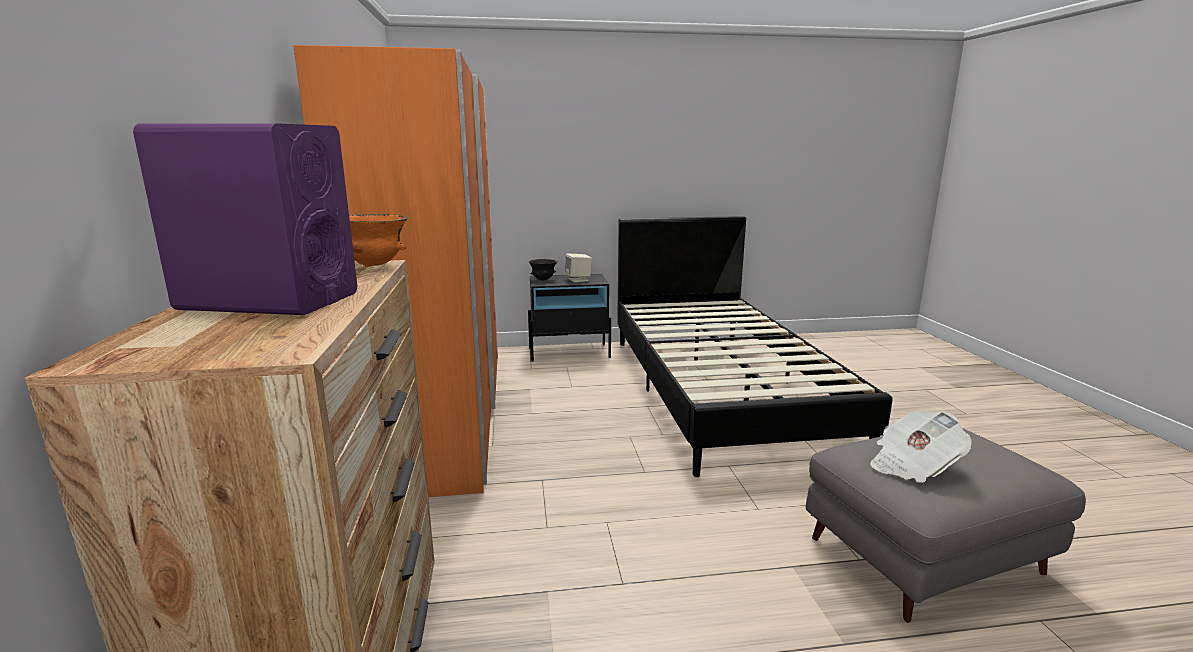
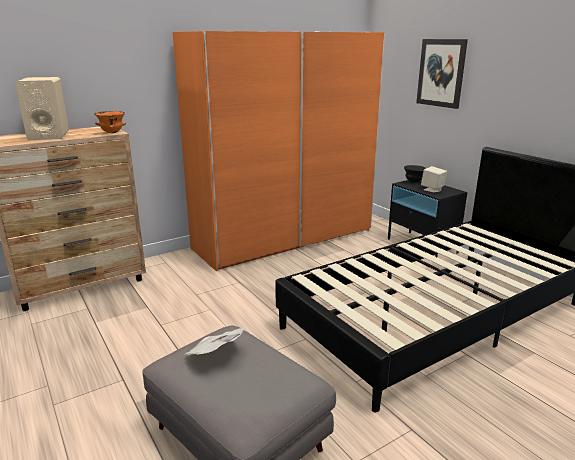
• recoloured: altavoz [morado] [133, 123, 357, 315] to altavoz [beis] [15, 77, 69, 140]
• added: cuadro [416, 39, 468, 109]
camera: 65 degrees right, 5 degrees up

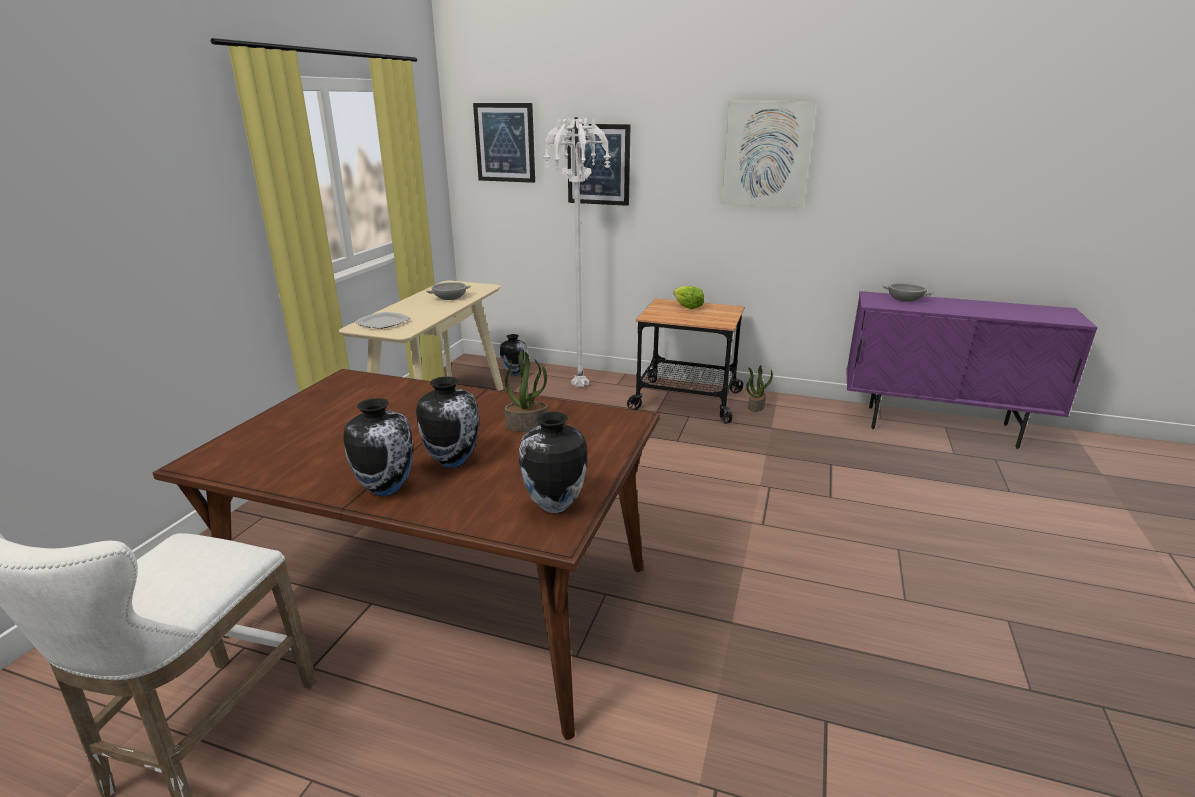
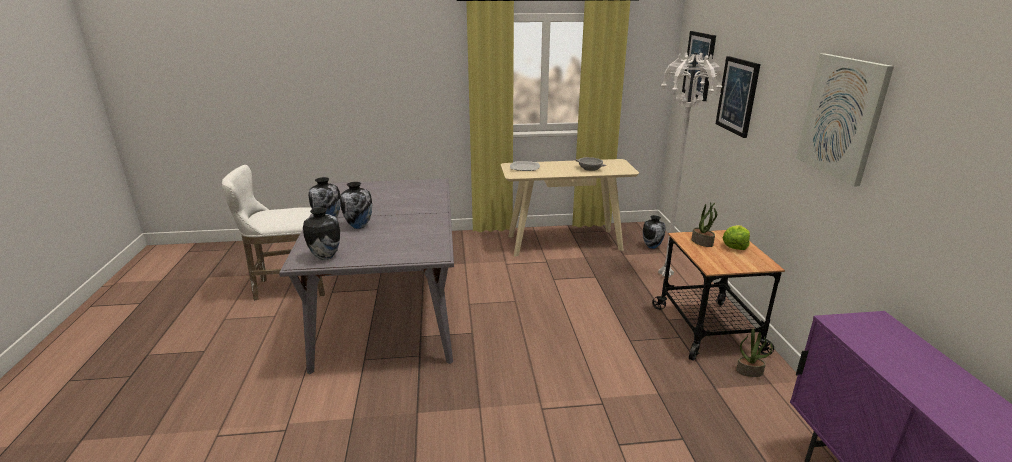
• recoloured: mesa de comedor [marrón] [153, 369, 660, 740] to mesa de comedor [gris] [279, 179, 454, 374]
• moved: planta en maceta [505, 351, 548, 432] to [691, 202, 717, 247]
• removed: cuenco [gris] [882, 283, 933, 302]
camera: 65 degrees right, 0 degrees up

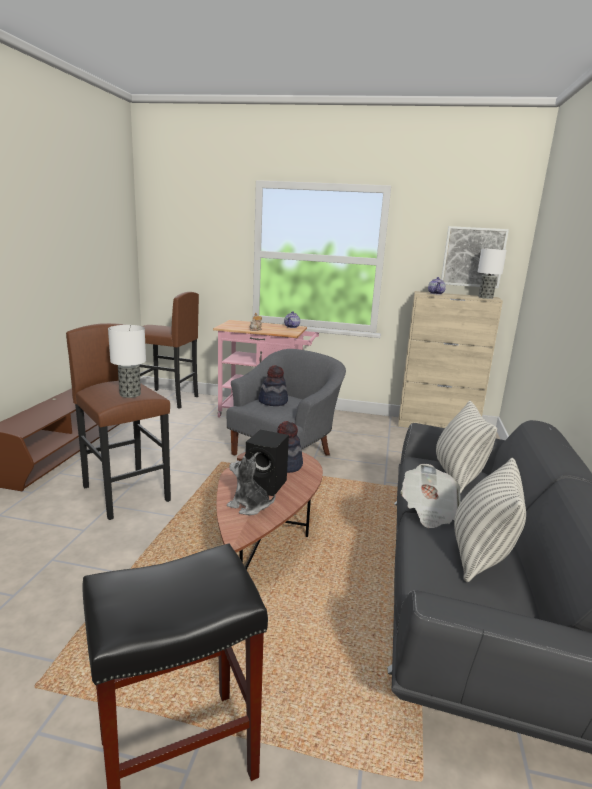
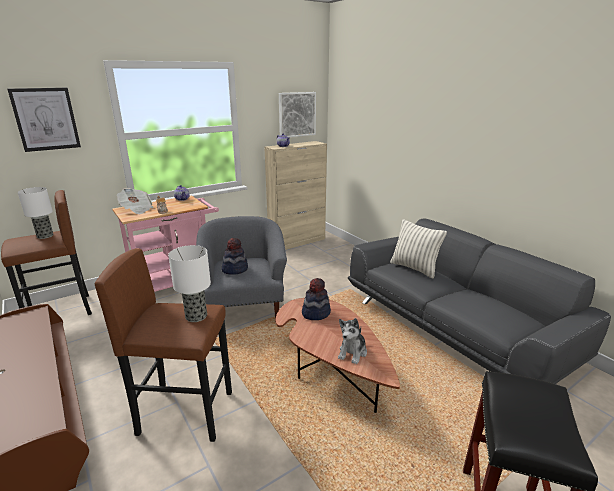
• added: cuadro [7, 88, 81, 152]
• moved: lámpara de mesa [478, 248, 507, 299] to [18, 187, 53, 239]
• moved: periódico [401, 464, 461, 528] to [117, 188, 153, 214]
• turned: peluche [227, 455, 275, 515] = [338, 318, 367, 364] 45 degrees counterclockwise
• removed: altavoz [negro] [244, 430, 289, 496]
• removed: cojín [454, 458, 526, 582]
camera: 45 degrees left, 5 degrees up

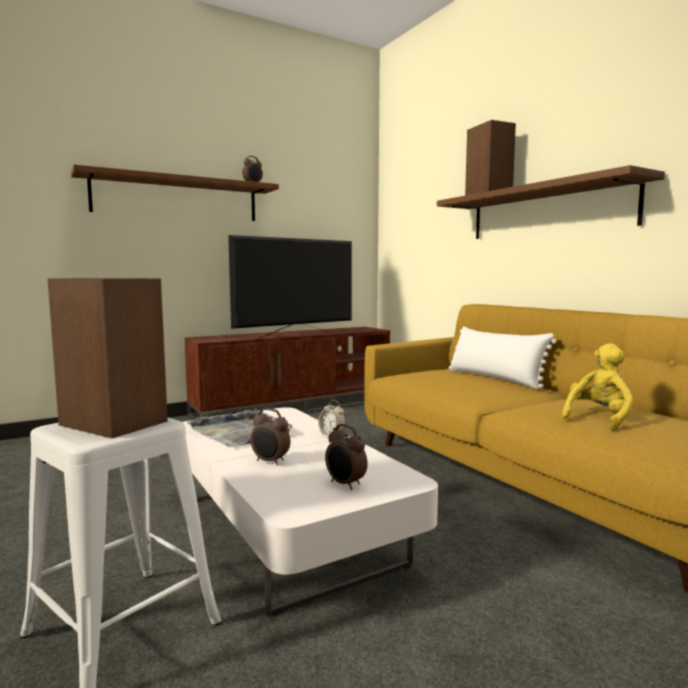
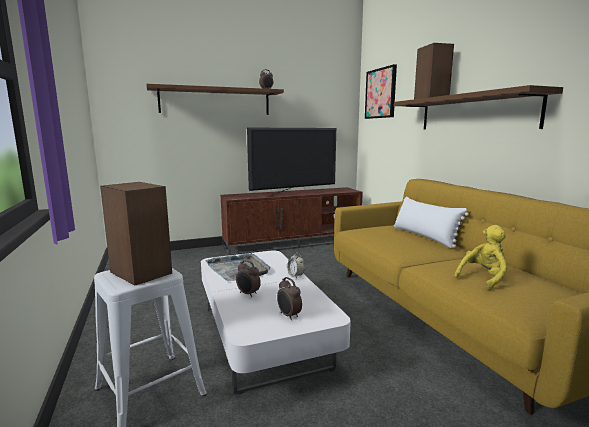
• added: cuadro [365, 64, 397, 119]
camera: 10 degrees right, 5 degrees up

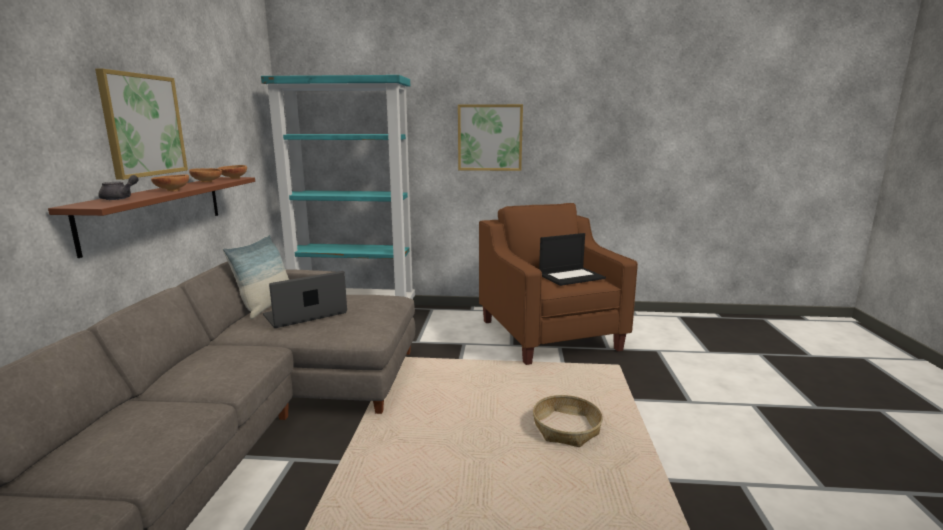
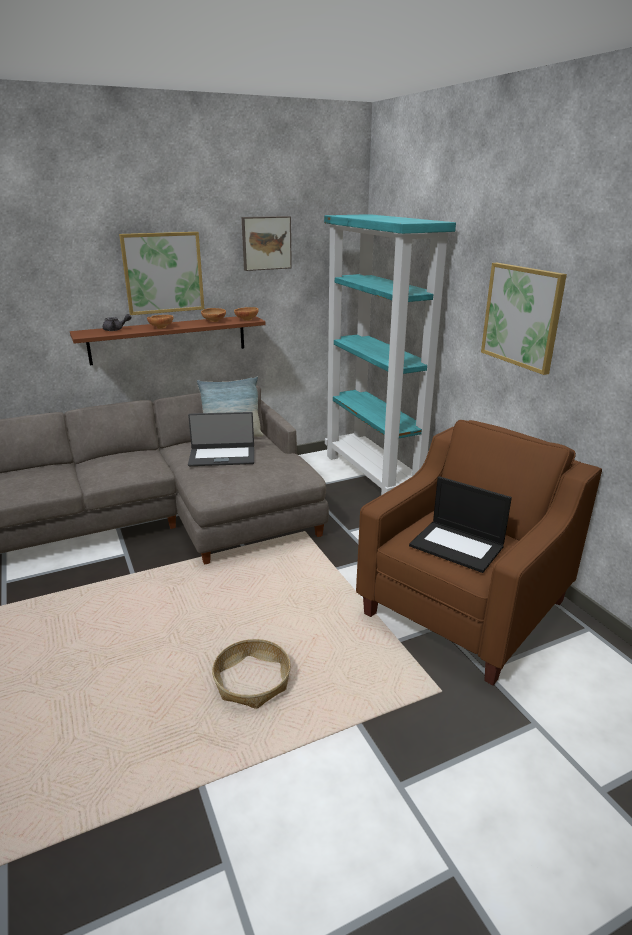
• turned: portátil [263, 271, 347, 328] = [188, 412, 254, 466] 150 degrees clockwise
• added: cuadro [242, 216, 292, 271]
camera: 60 degrees right, 10 degrees up

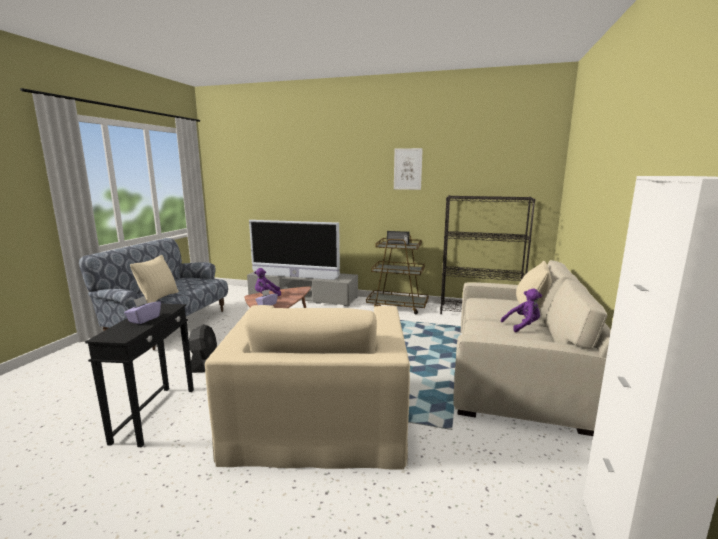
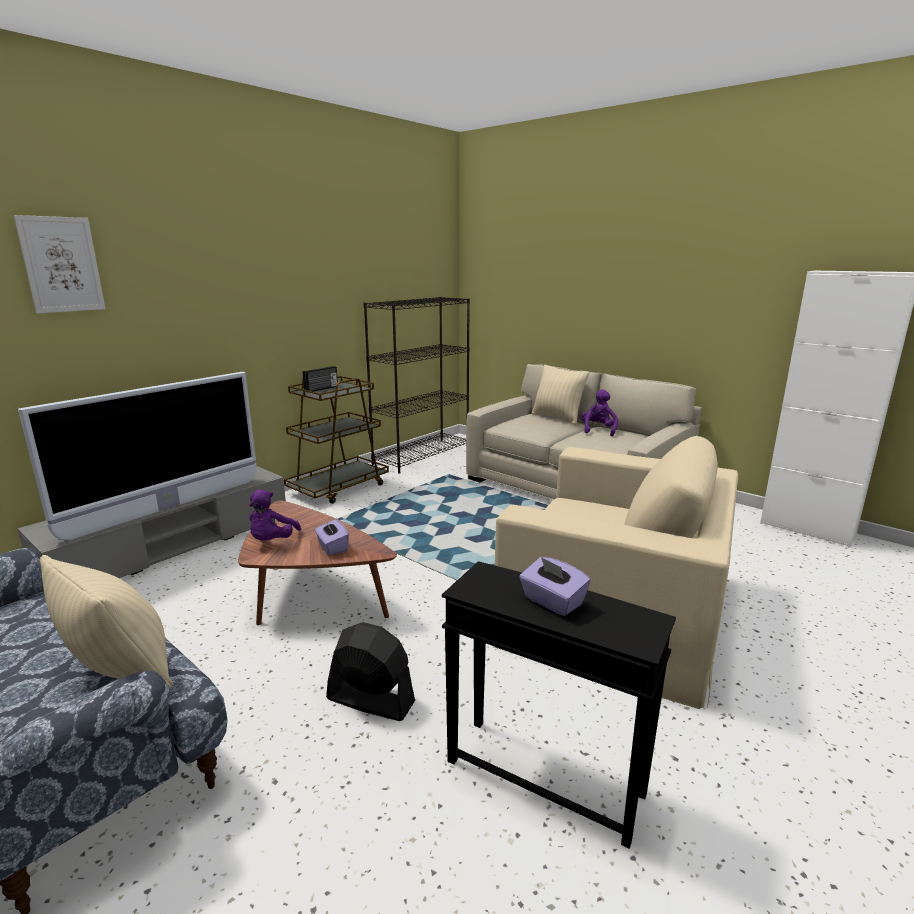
• moved: cuadro [394, 148, 423, 190] to [14, 215, 105, 314]
camera: 65 degrees left, 5 degrees up

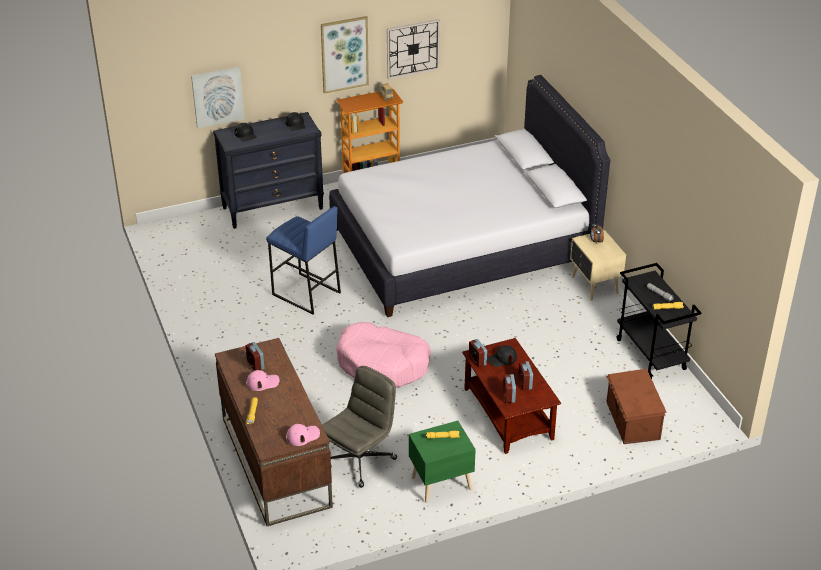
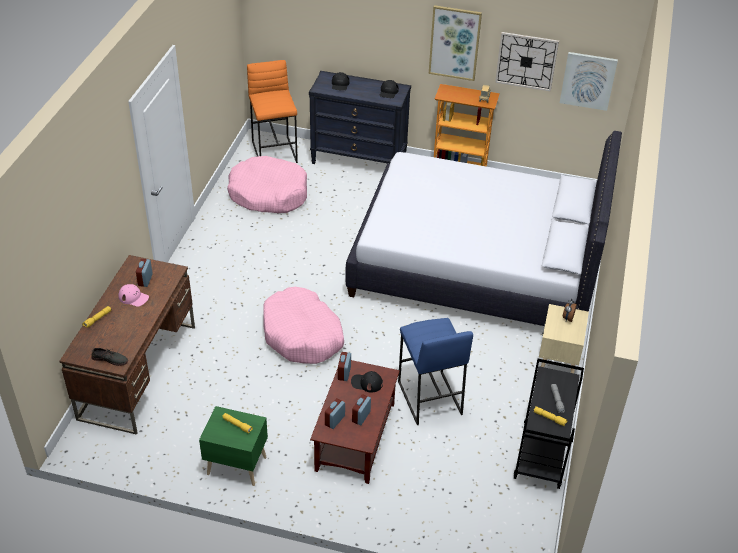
• replaced: gorra [rosa] [286, 424, 320, 446] to zapato [gris] [91, 348, 128, 366]
• added: cama para perro [rosa] [227, 156, 307, 213]
• added: taburete [naranja] [247, 60, 298, 163]
• moved: taburete [azul] [266, 206, 341, 315] to [398, 318, 473, 425]
• moved: cuadro [191, 67, 245, 128] to [560, 52, 618, 111]
• removed: silla de oficina [gris] [322, 366, 397, 488]
• removed: caja de almacenaje [marrón] [606, 369, 666, 444]
camera: 35 degrees right, 5 degrees up

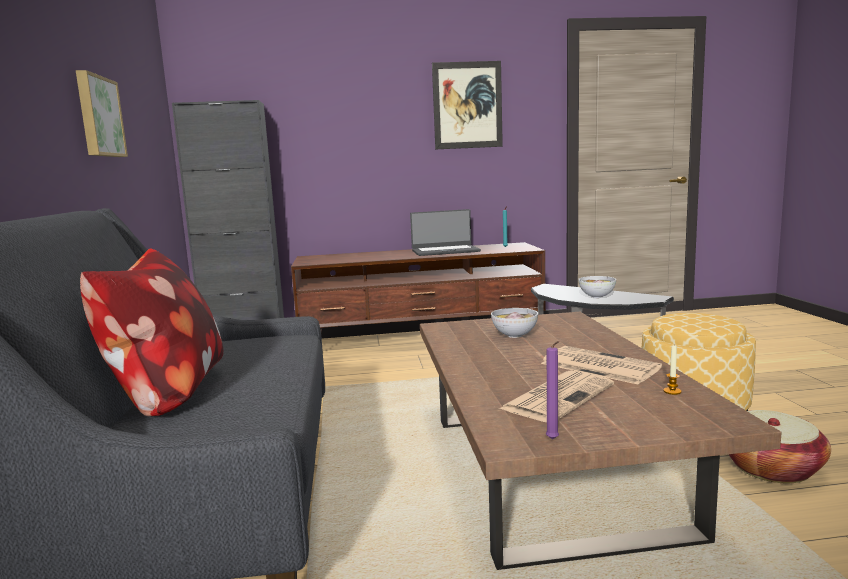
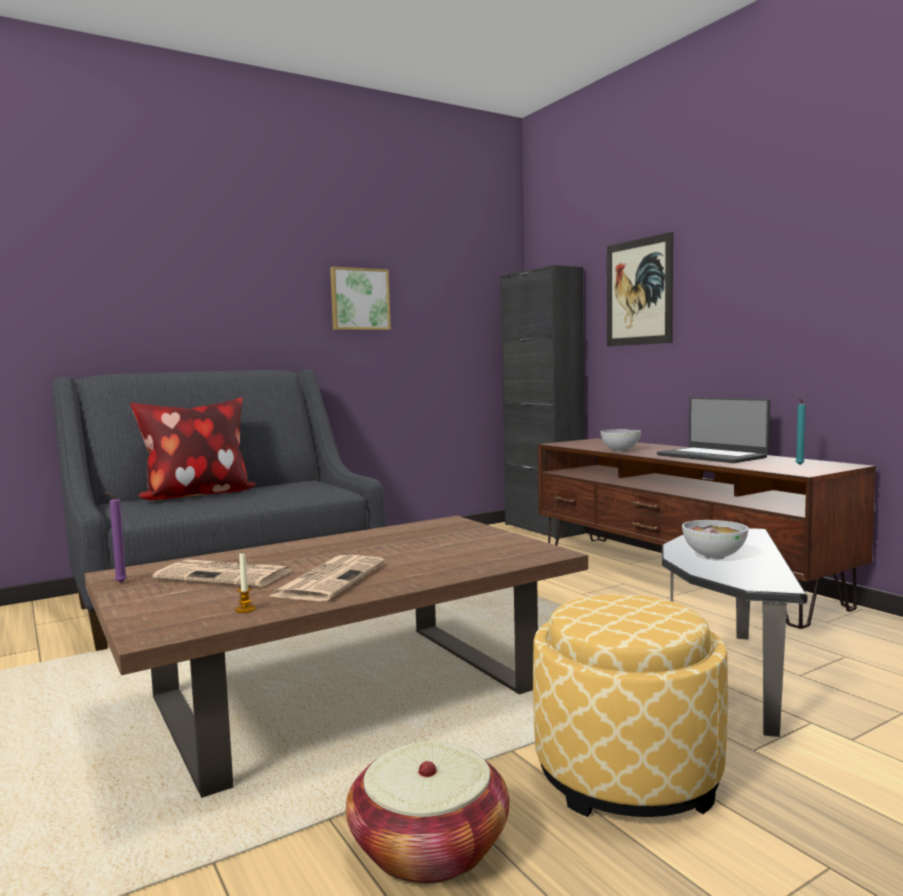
• moved: cuenco [491, 308, 538, 338] to [601, 429, 641, 451]
• moved: cuadro [432, 61, 503, 149] to [607, 232, 673, 346]
camera: 65 degrees right, 5 degrees down

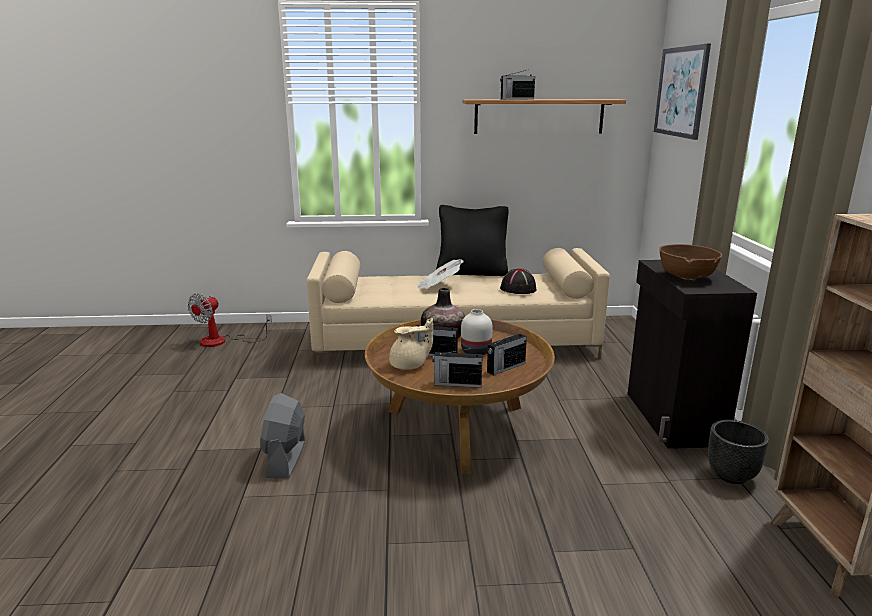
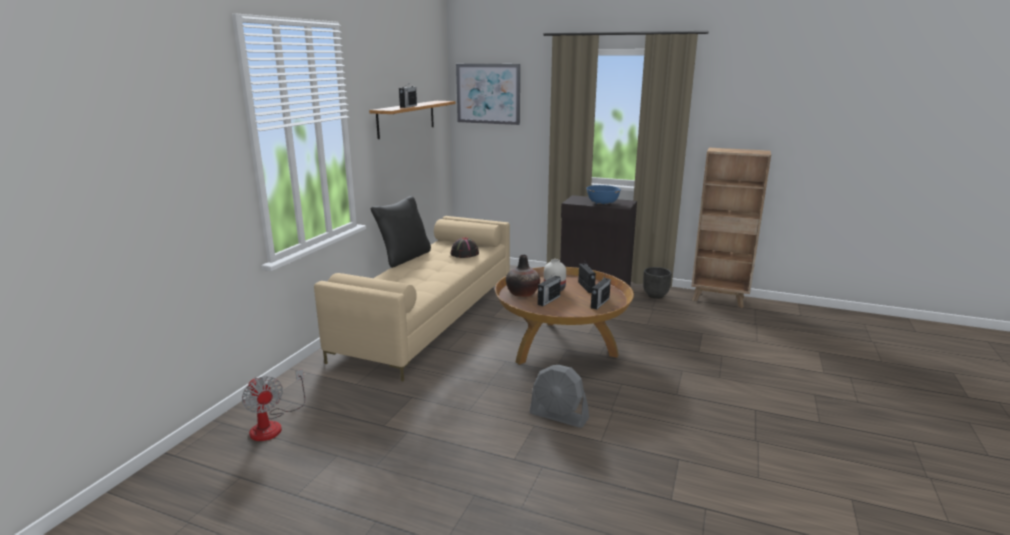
• recoloured: cuenco [marrón] [660, 244, 722, 280] to cuenco [azul] [586, 185, 621, 205]
• removed: tetera [beis] [389, 318, 433, 370]
• removed: periódico [416, 259, 464, 289]
camera: 65 degrees left, 0 degrees up

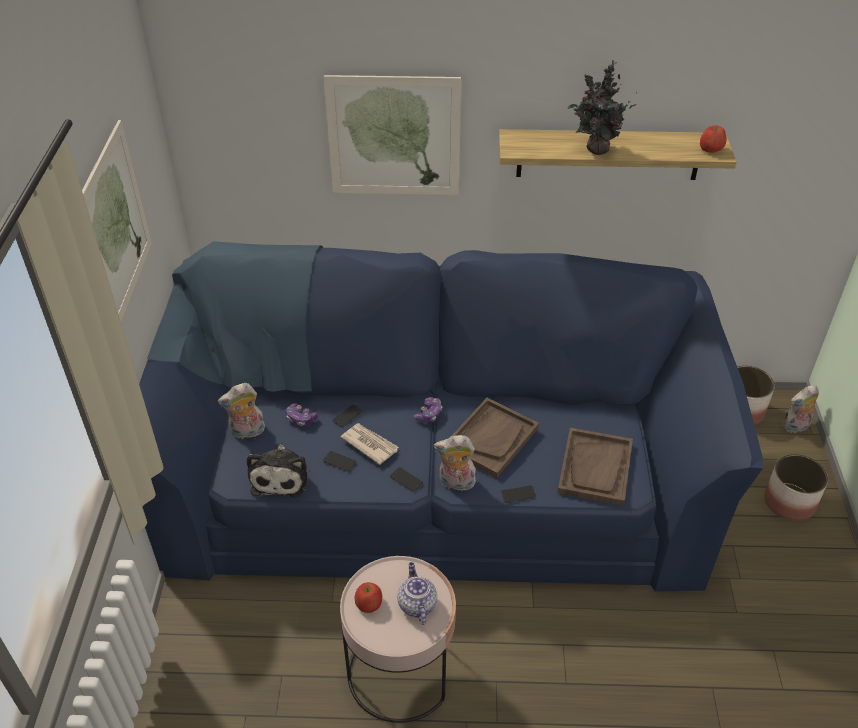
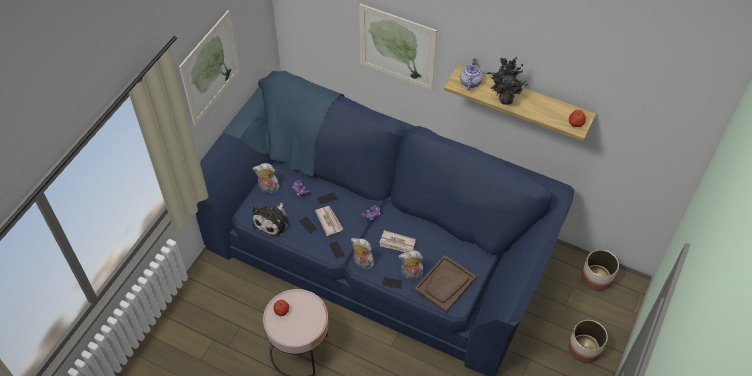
• replaced: bandeja [marrón] [452, 398, 539, 478] to periódico [379, 230, 416, 252]
• moved: peluche [783, 385, 819, 433] to [398, 251, 423, 279]
• moved: tetera [397, 562, 437, 625] to [460, 58, 483, 91]
camera: 25 degrees right, 10 degrees up

